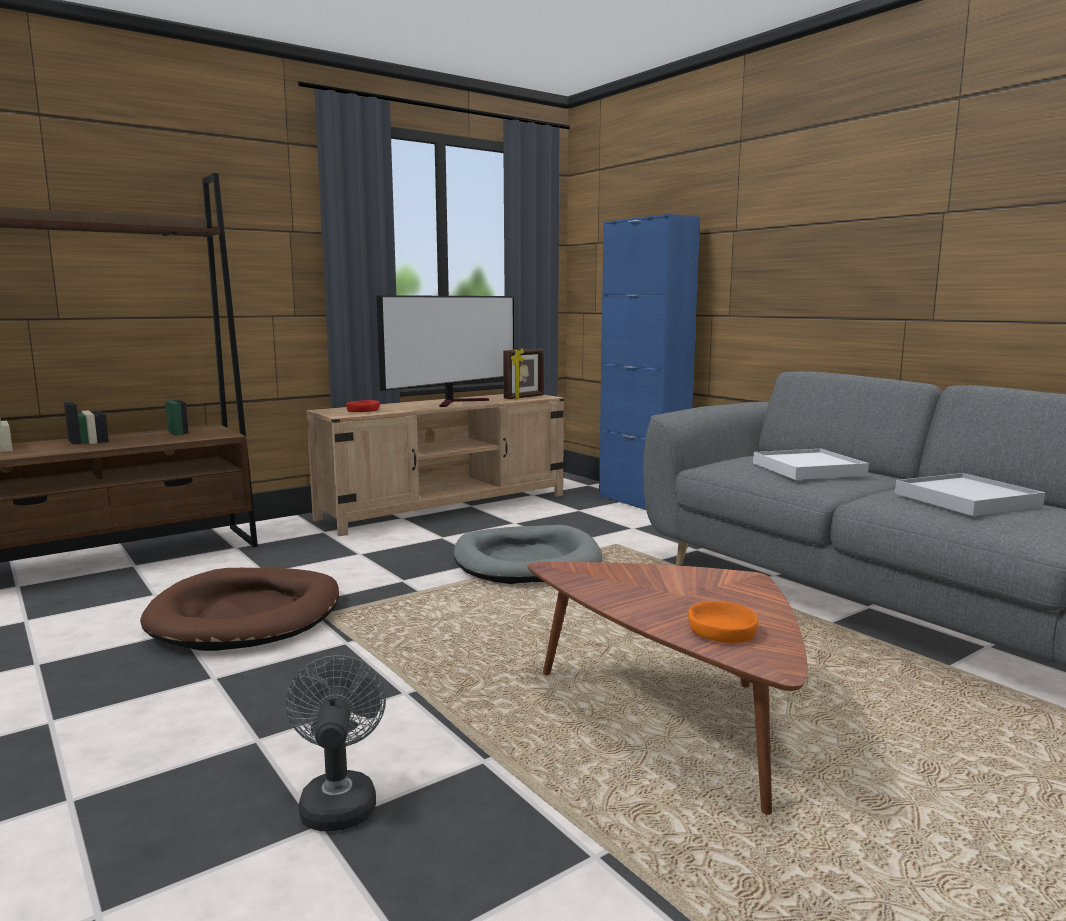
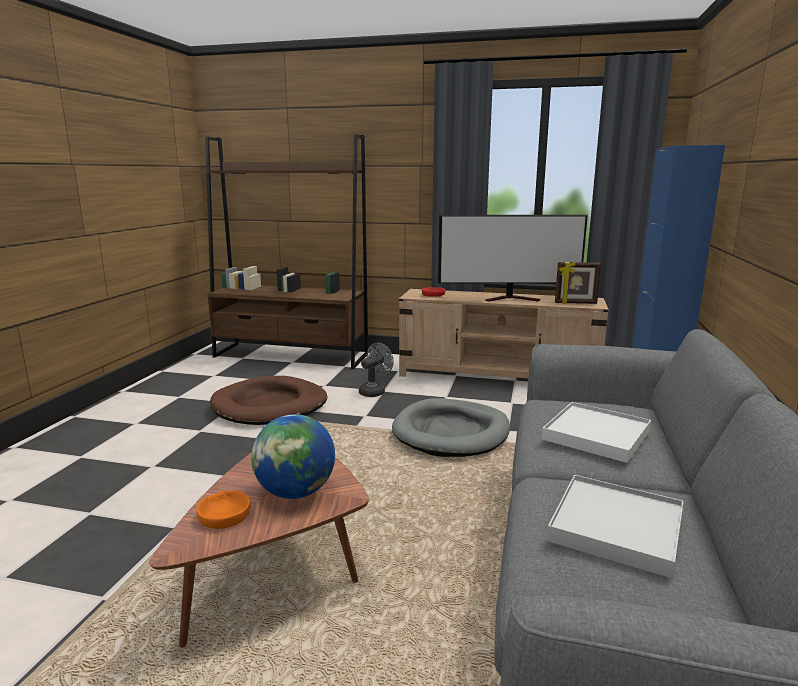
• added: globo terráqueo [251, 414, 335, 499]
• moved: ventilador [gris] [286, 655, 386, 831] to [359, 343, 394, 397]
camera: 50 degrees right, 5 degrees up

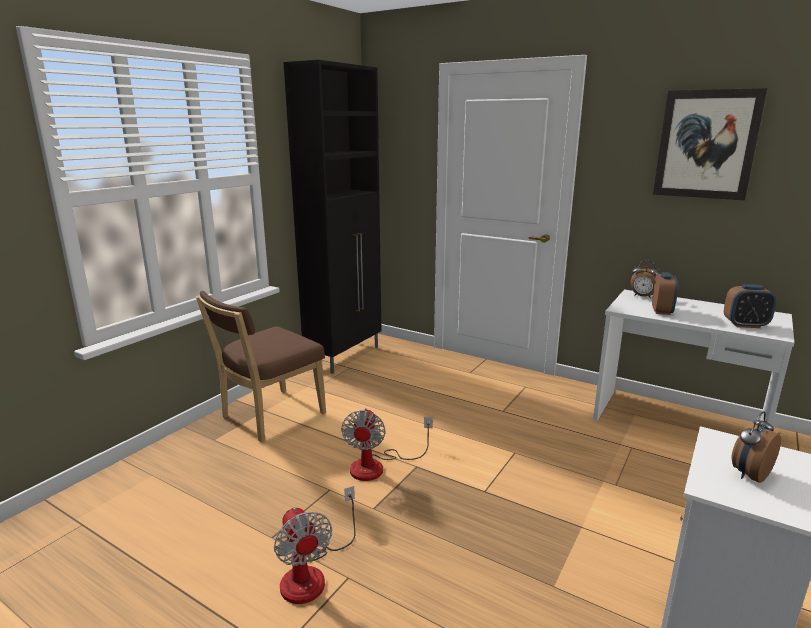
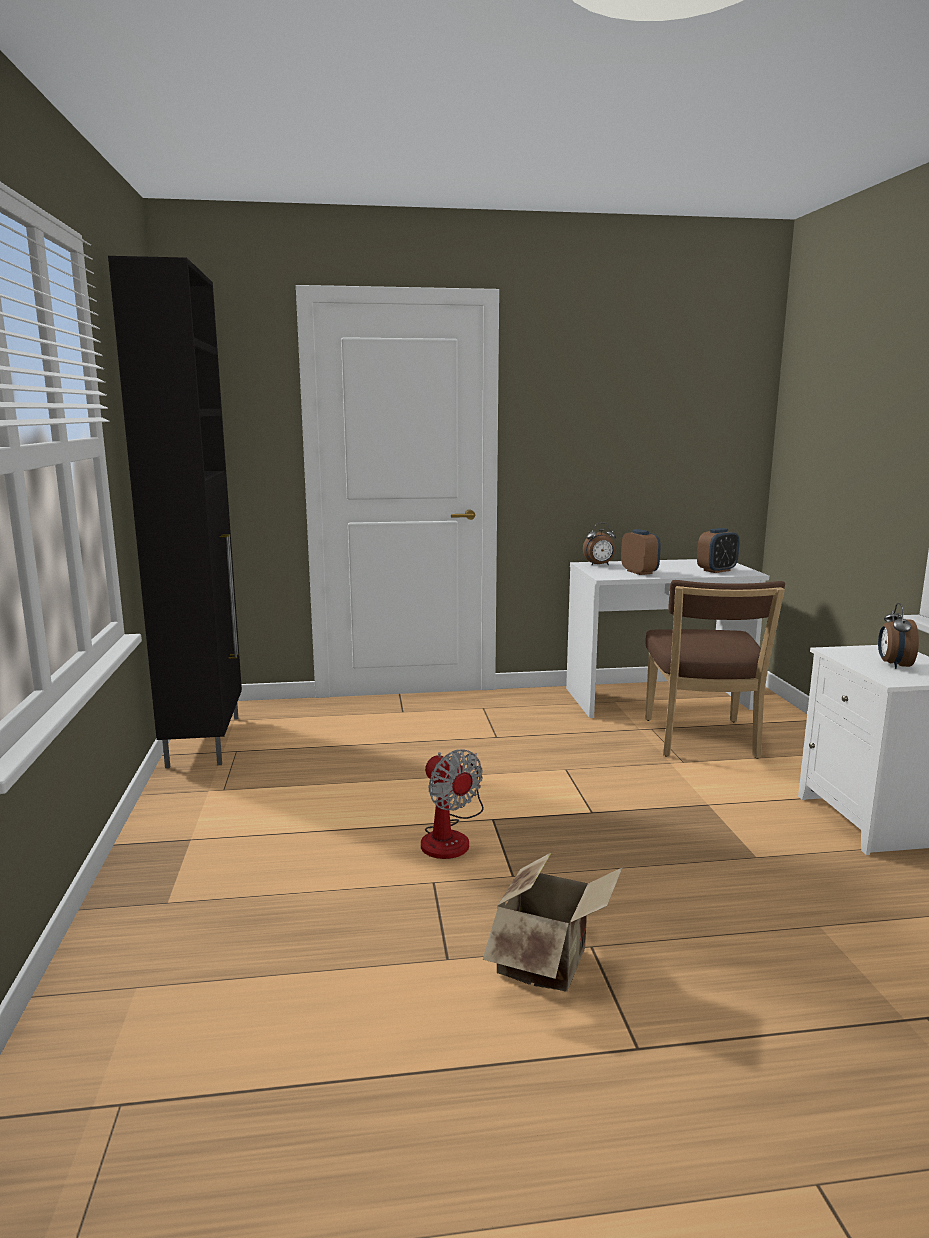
• replaced: ventilador [274, 486, 356, 604] to caja de cartón [483, 852, 623, 992]
• moved: silla [marrón] [196, 291, 326, 442] to [645, 580, 785, 759]
• removed: cuadro [653, 88, 768, 200]
camera: 40 degrees left, 5 degrees down

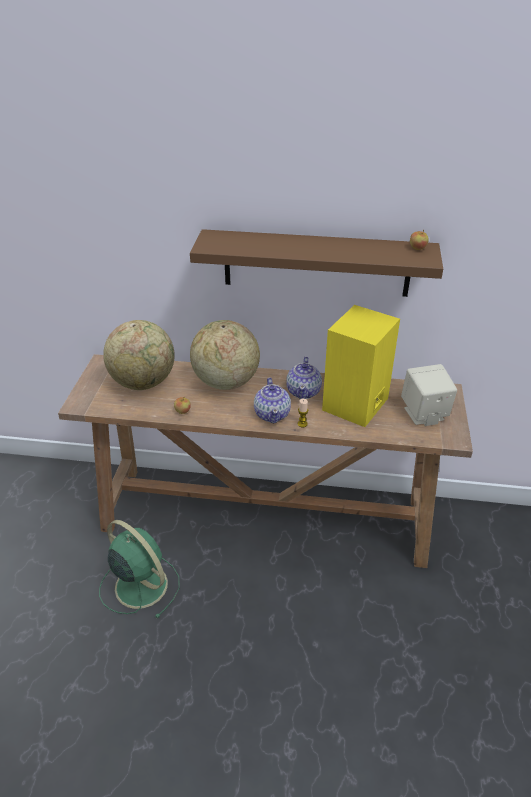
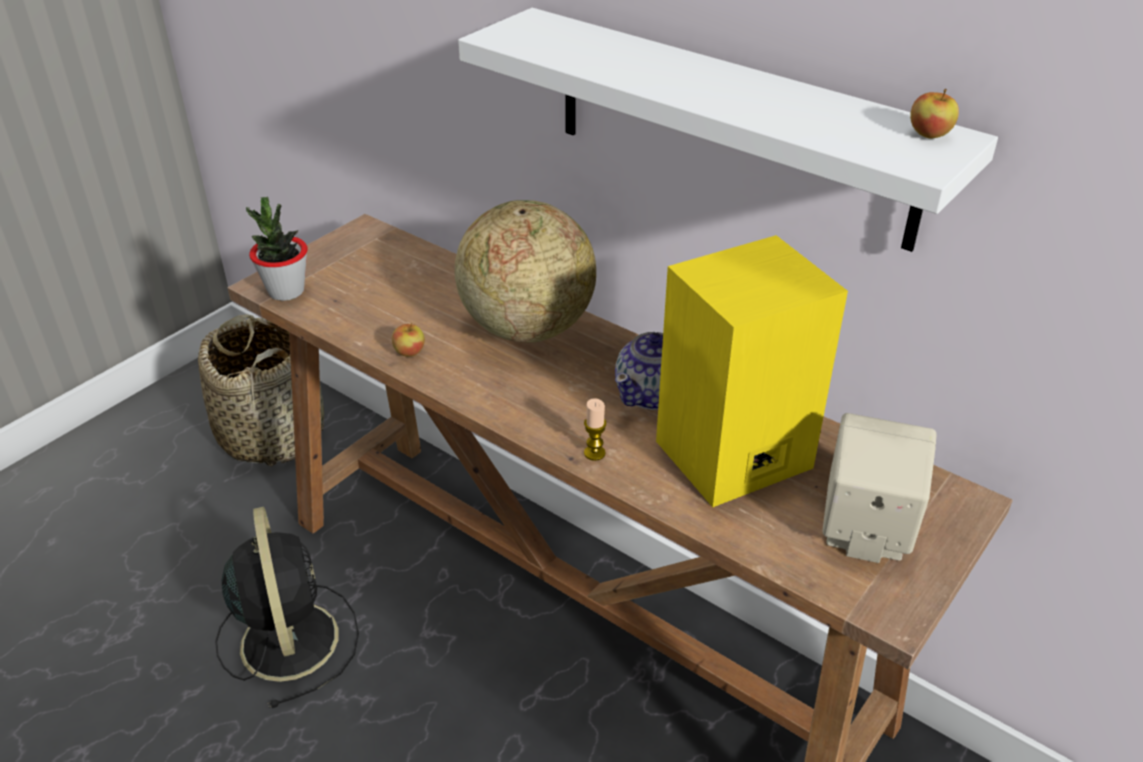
• added: cesta [198, 314, 324, 466]
• recoloured: ventilador [verde] [99, 520, 180, 619] to ventilador [negro] [215, 507, 359, 708]
• added: planta en maceta [246, 197, 307, 301]
• recoloured: estante [marrón] [190, 229, 443, 297] to estante [blanco] [458, 8, 998, 252]
• removed: globo terráqueo [103, 320, 175, 390]
• removed: tetera [254, 377, 291, 423]
camera: 30 degrees right, 0 degrees up

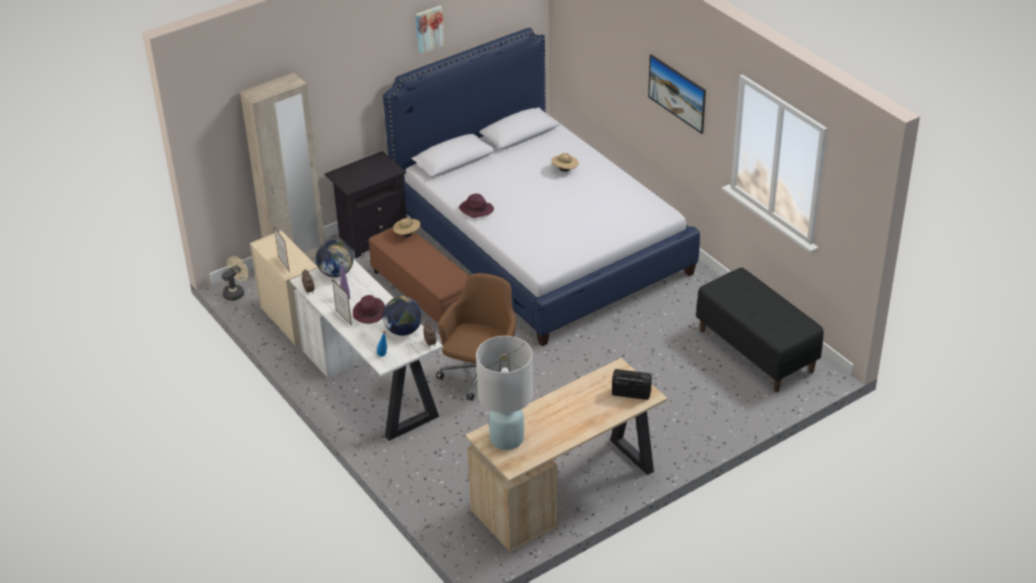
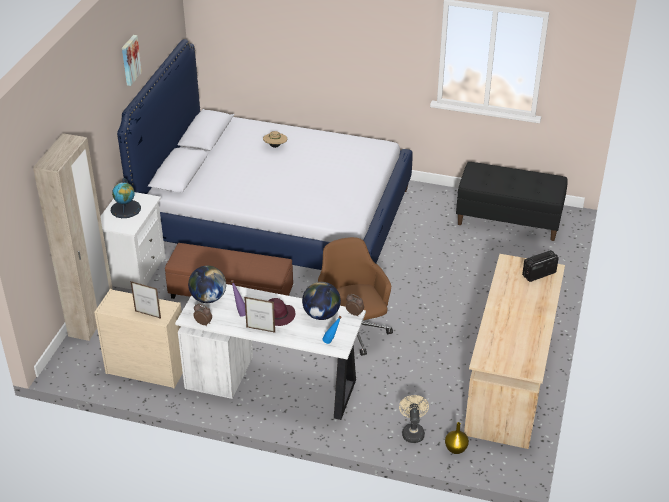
• recoloured: mesita de noche [negro] [325, 151, 407, 258] to mesita de noche [blanco] [100, 192, 166, 289]
• added: globo terráqueo [111, 178, 141, 218]
• moved: ventilador [beis] [222, 256, 249, 301] to [399, 395, 429, 443]
• added: florero [amarillo] [445, 422, 469, 454]
• removed: sombrero [beis] [393, 215, 421, 237]
• removed: sombrero [morado] [459, 194, 494, 218]
• removed: lámpara de mesa [blanco] [476, 336, 533, 450]
• removed: cuadro [648, 54, 706, 134]
camera: 40 degrees left, 0 degrees up

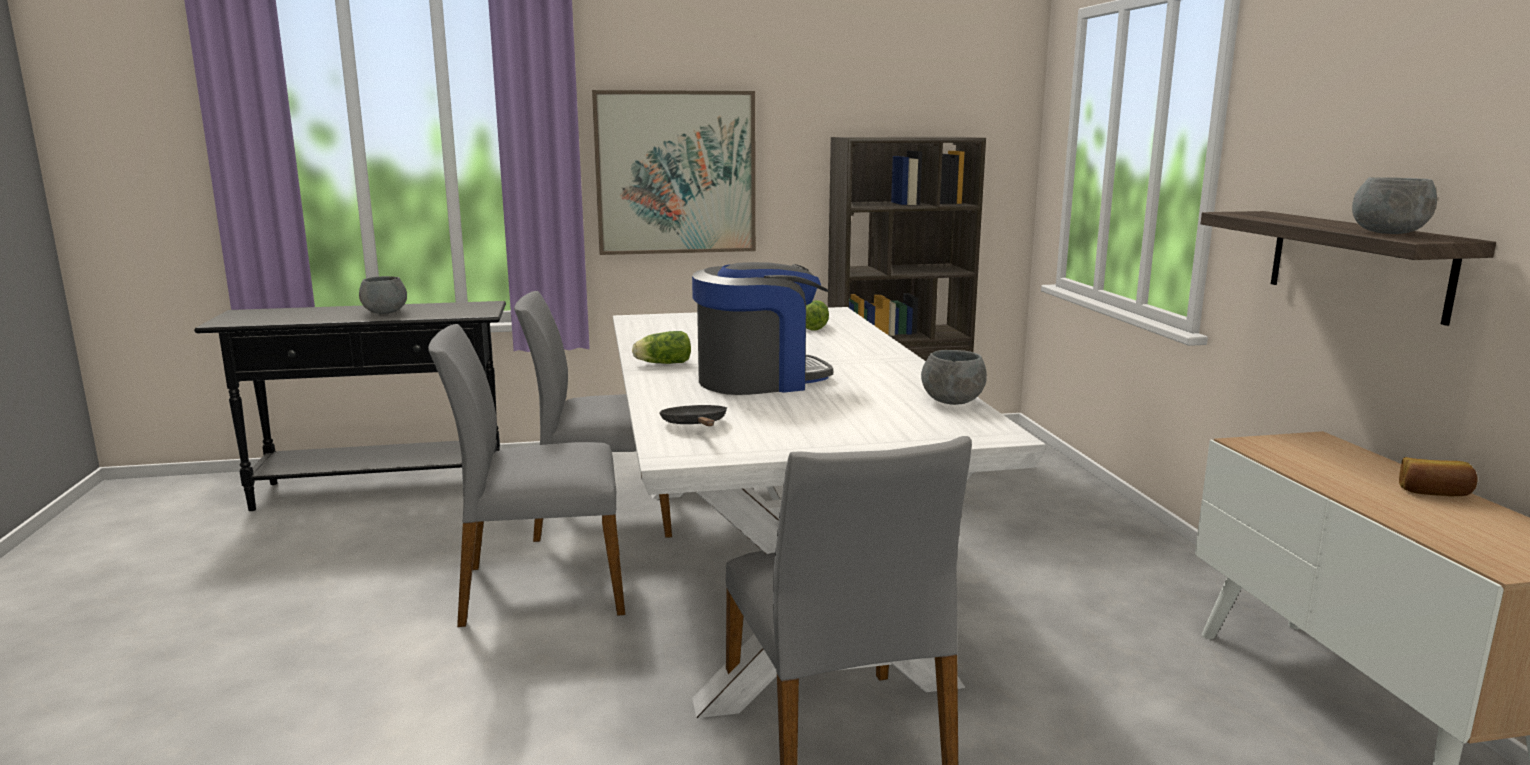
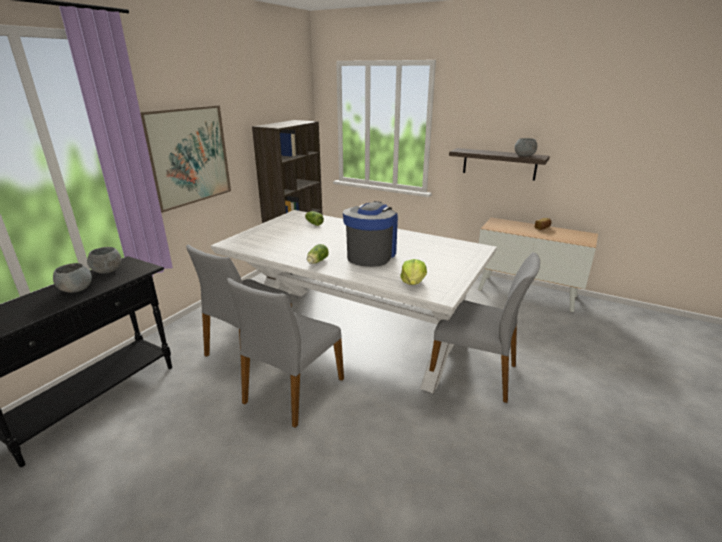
• moved: cuenco [gris] [921, 350, 987, 405] to [87, 247, 121, 274]
• replaced: sartén [negro] [659, 405, 727, 426] to lechuga [400, 259, 427, 285]
camera: 50 degrees left, 10 degrees up

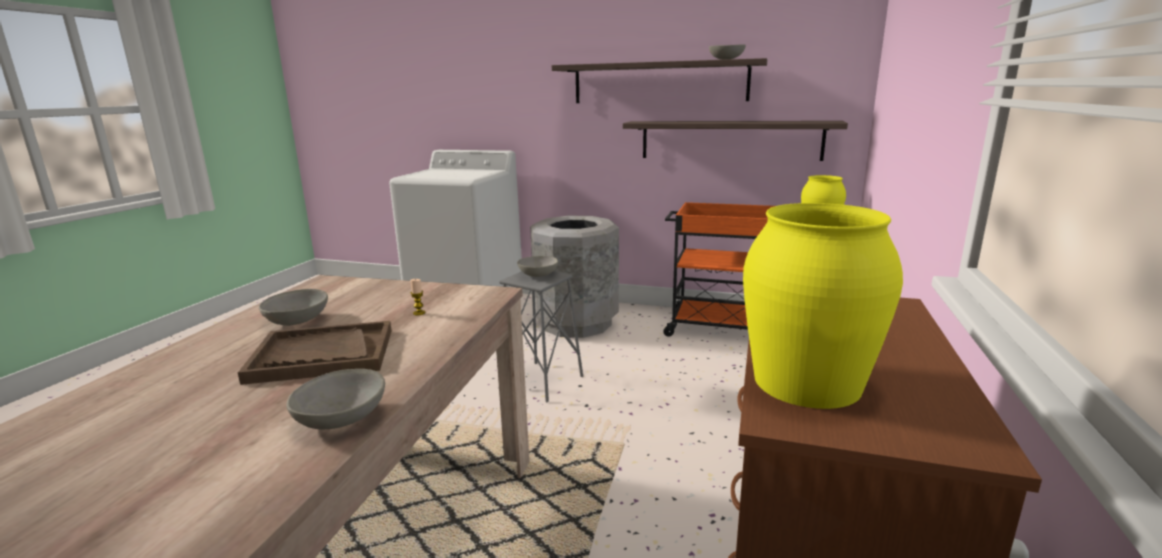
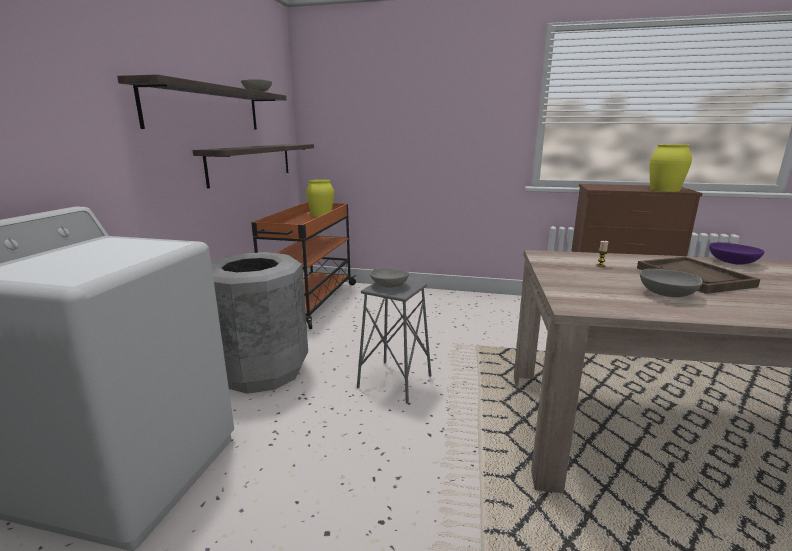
• recoloured: cuenco [gris] [286, 369, 385, 429] to cuenco [morado] [709, 242, 765, 265]
camera: 95 degrees left, 0 degrees up

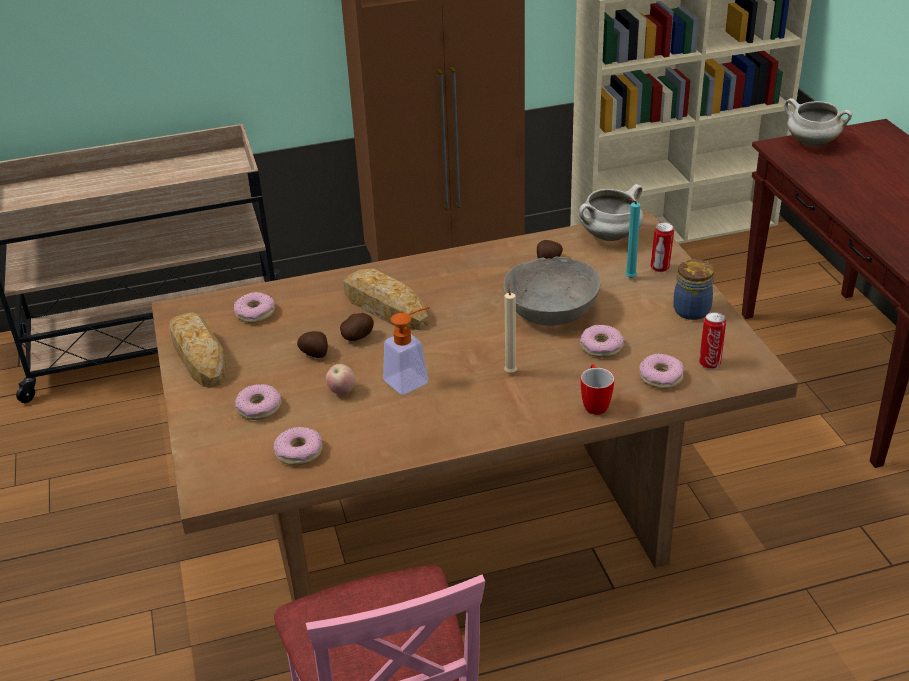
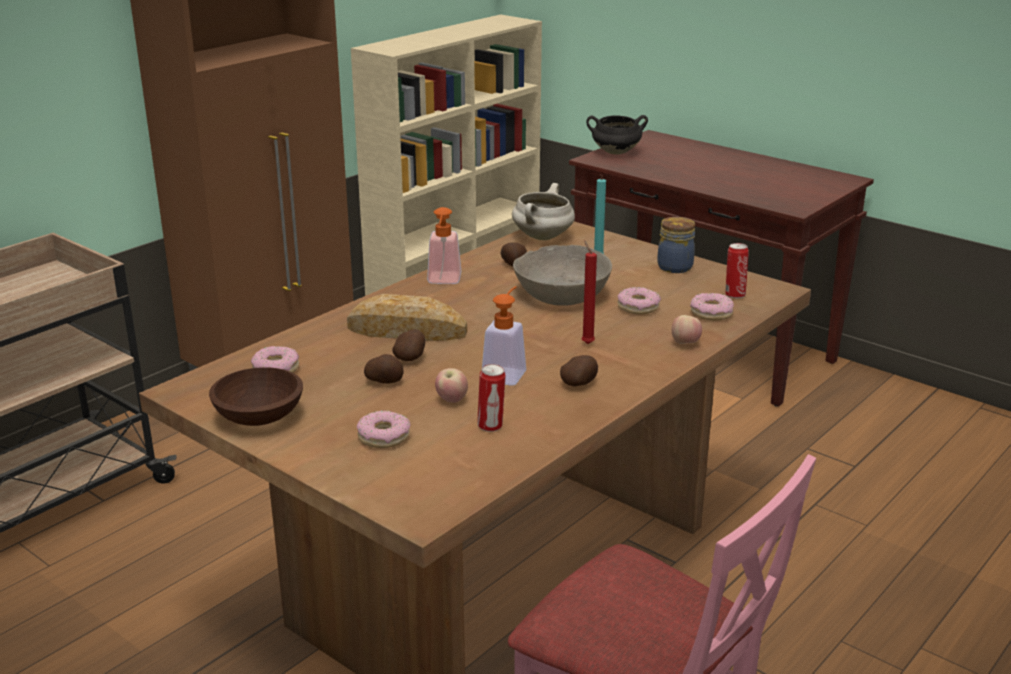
• replaced: pan [169, 312, 226, 388] to cuenco [marrón] [209, 367, 303, 426]
• added: dispensador de jabón [427, 207, 461, 284]
• moved: lata [650, 222, 674, 272] to [477, 364, 505, 432]
• added: patata [560, 355, 598, 387]
• recoloured: vela [beis] [504, 280, 517, 373] to vela [rojo] [582, 240, 597, 344]
• recoloured: olla [blanco] [784, 98, 852, 147] to olla [negro] [586, 115, 648, 155]
• replaced: taza grande [581, 364, 614, 415] to manzana [672, 315, 702, 344]
• removed: rosquilla [274, 427, 322, 466]
camera: 35 degrees left, 10 degrees down

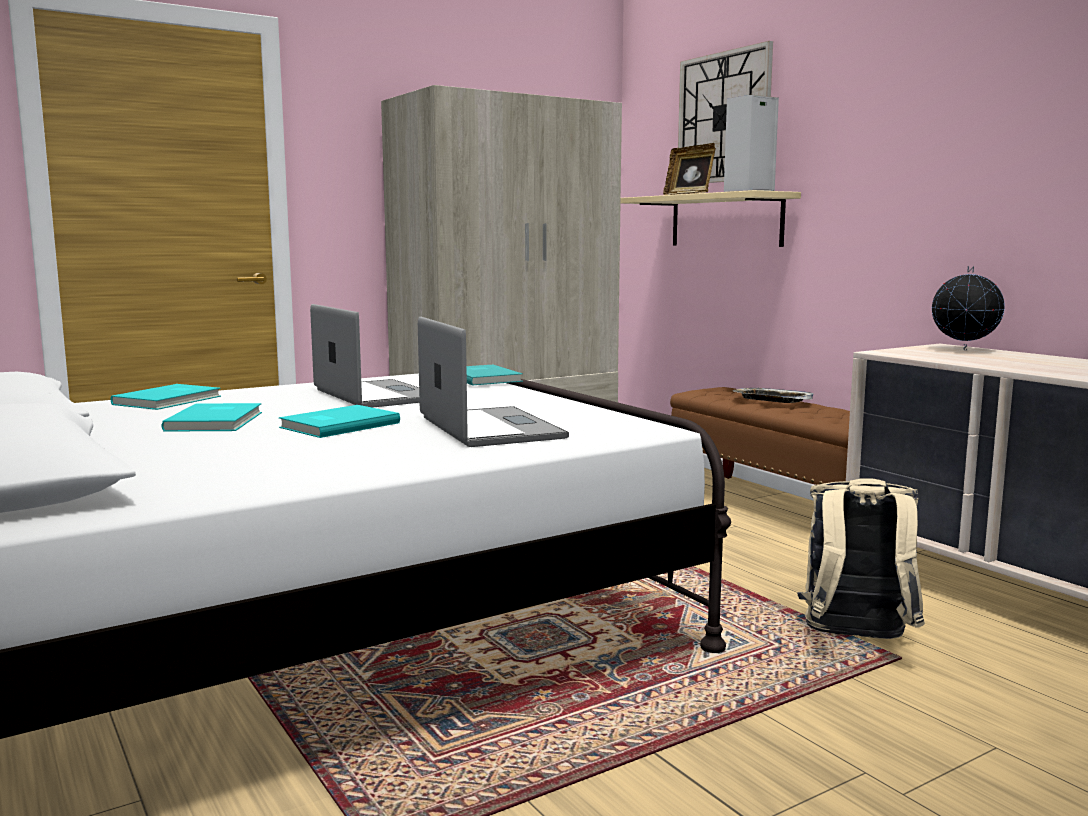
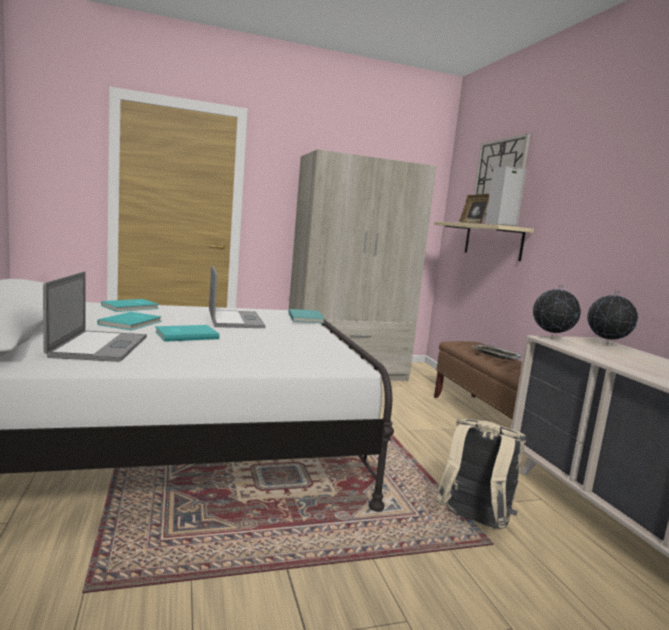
• moved: portátil [418, 317, 569, 447] to [43, 271, 147, 362]
• added: globo terráqueo [533, 284, 581, 339]
camera: 15 degrees right, 0 degrees up

